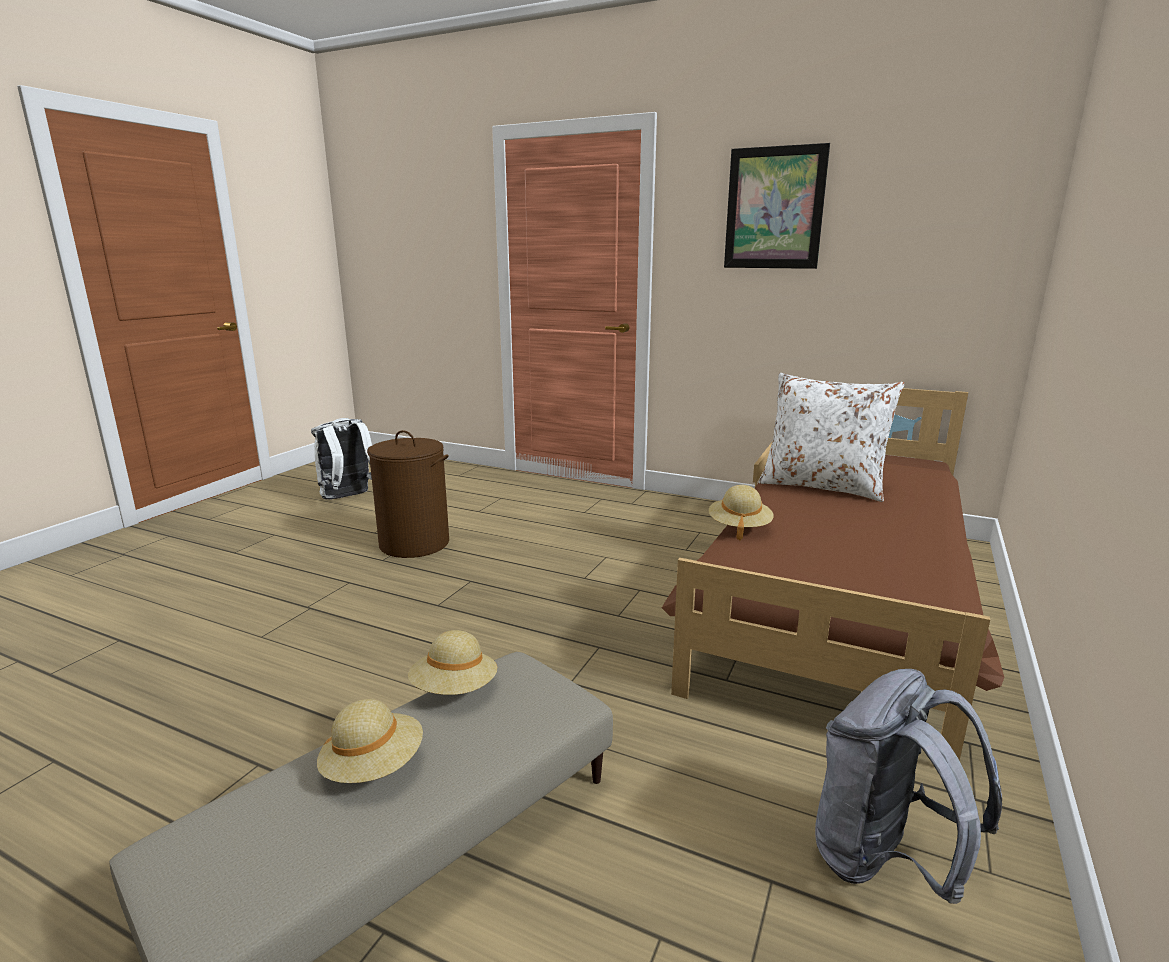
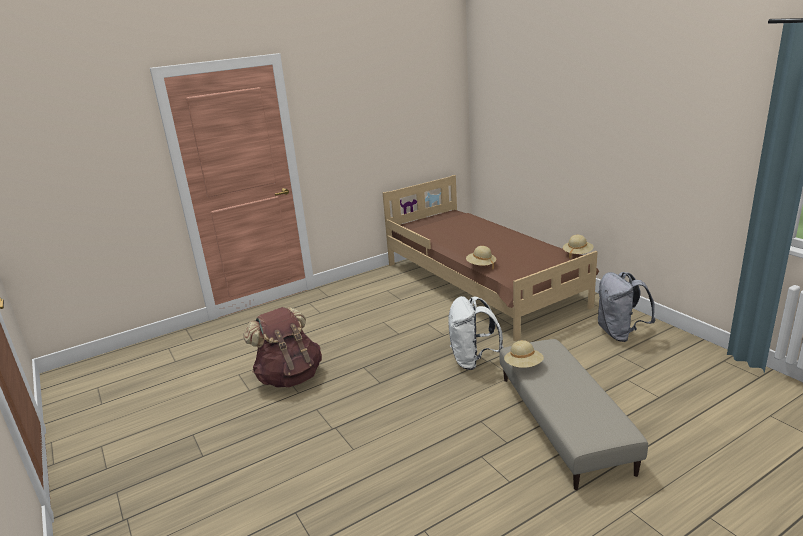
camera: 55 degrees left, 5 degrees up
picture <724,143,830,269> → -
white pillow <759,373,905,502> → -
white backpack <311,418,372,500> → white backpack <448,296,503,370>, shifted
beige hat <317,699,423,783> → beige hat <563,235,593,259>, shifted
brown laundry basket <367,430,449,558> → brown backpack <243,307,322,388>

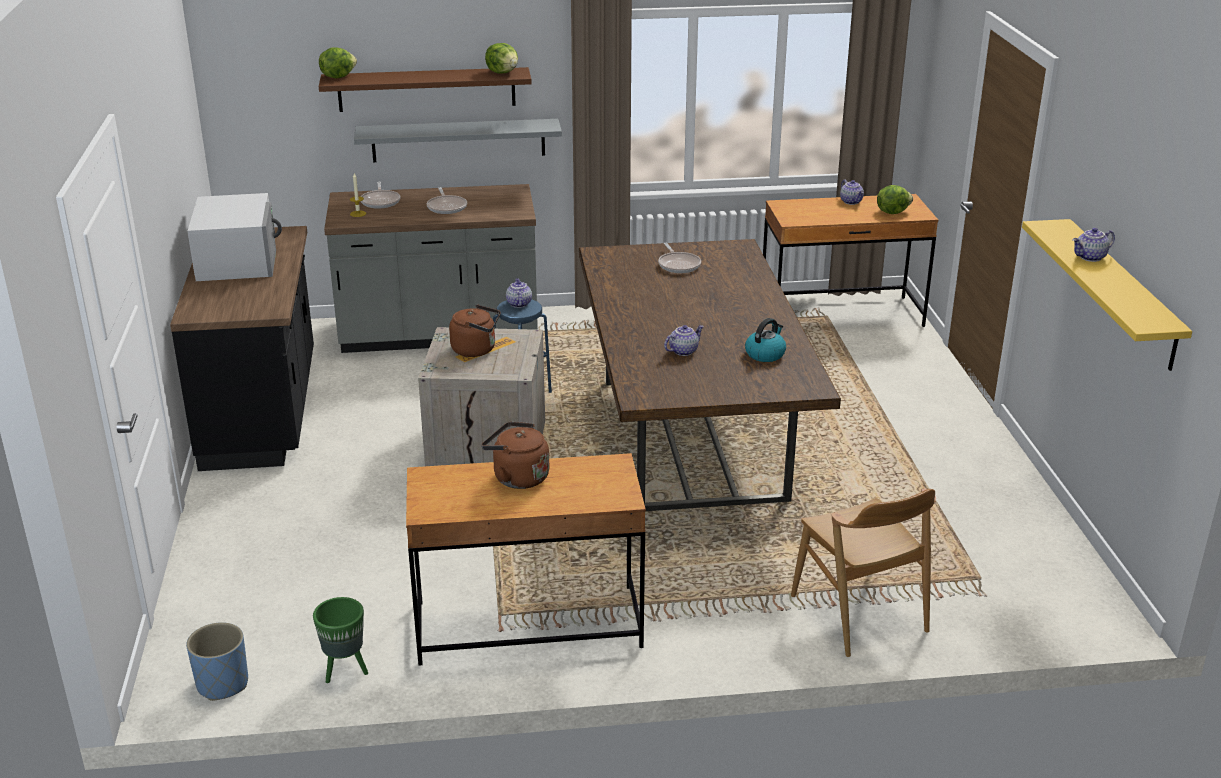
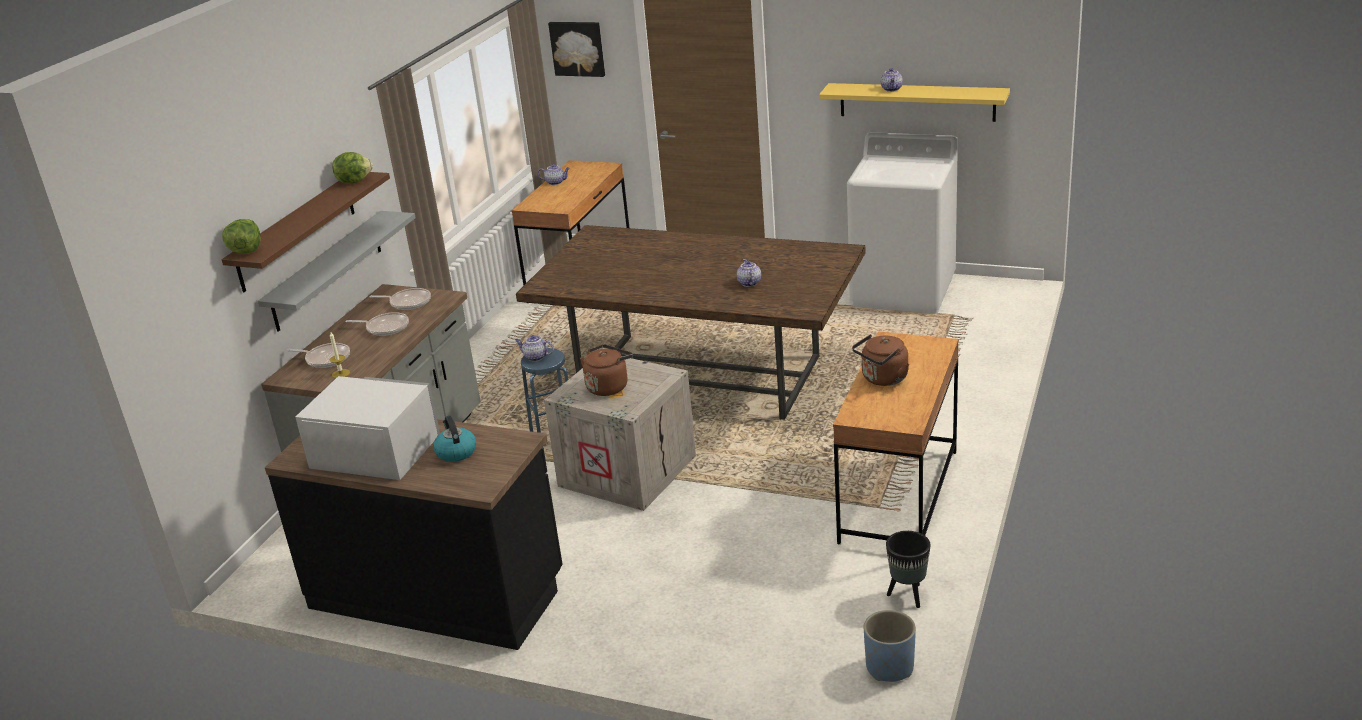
camera: 60 degrees left, 0 degrees up
brown chair <791,488,936,657> → -
lettuce <877,185,913,214> → -
- → picture <548,22,605,77>
- → white washing machine <847,132,958,314>
frying pan <658,243,701,273> → frying pan <369,288,431,310>, shifted
kettle <745,318,786,362> → kettle <433,416,476,462>, shifted
green planter <313,597,368,683> → black planter <886,531,931,608>

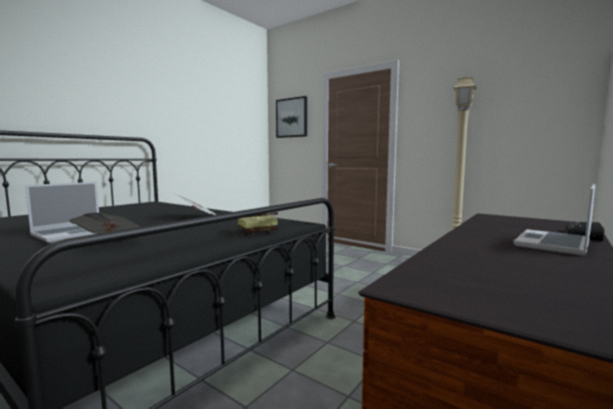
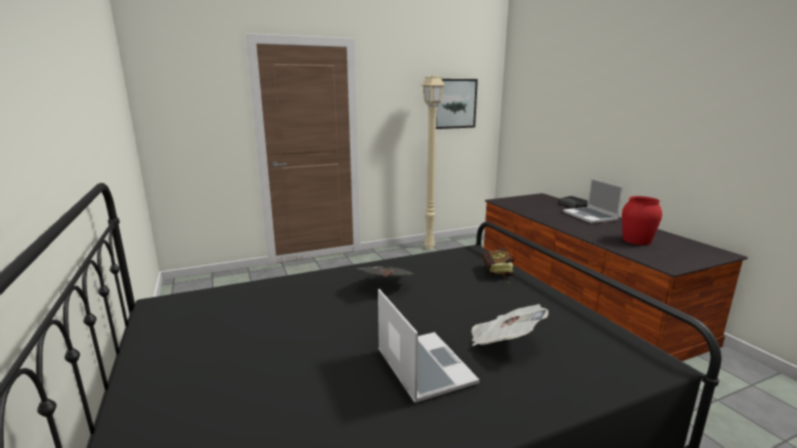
camera: 60 degrees left, 10 degrees up
- → red vase <622,196,662,245>
picture <276,96,307,138> → picture <436,79,478,129>, shifted

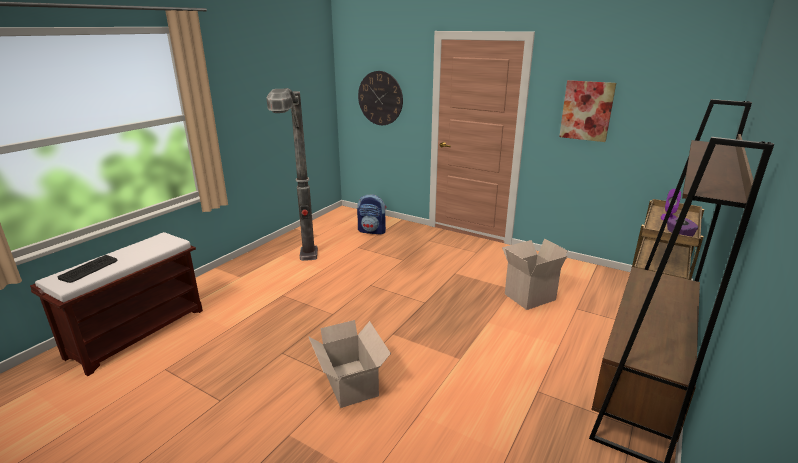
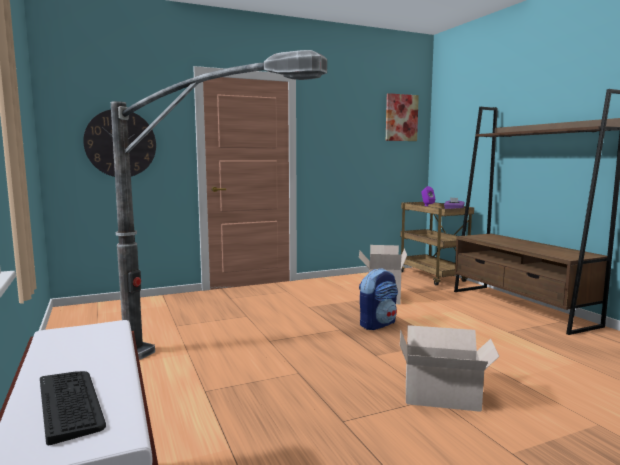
camera: 55 degrees left, 15 degrees down
backpack <357,194,386,235> → backpack <359,268,398,330>, shifted
picture <559,80,616,142> → picture <386,93,419,141>, shifted

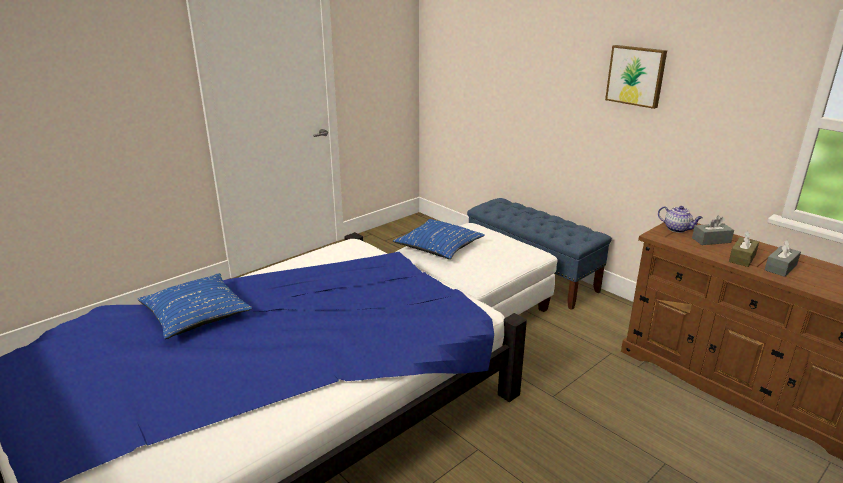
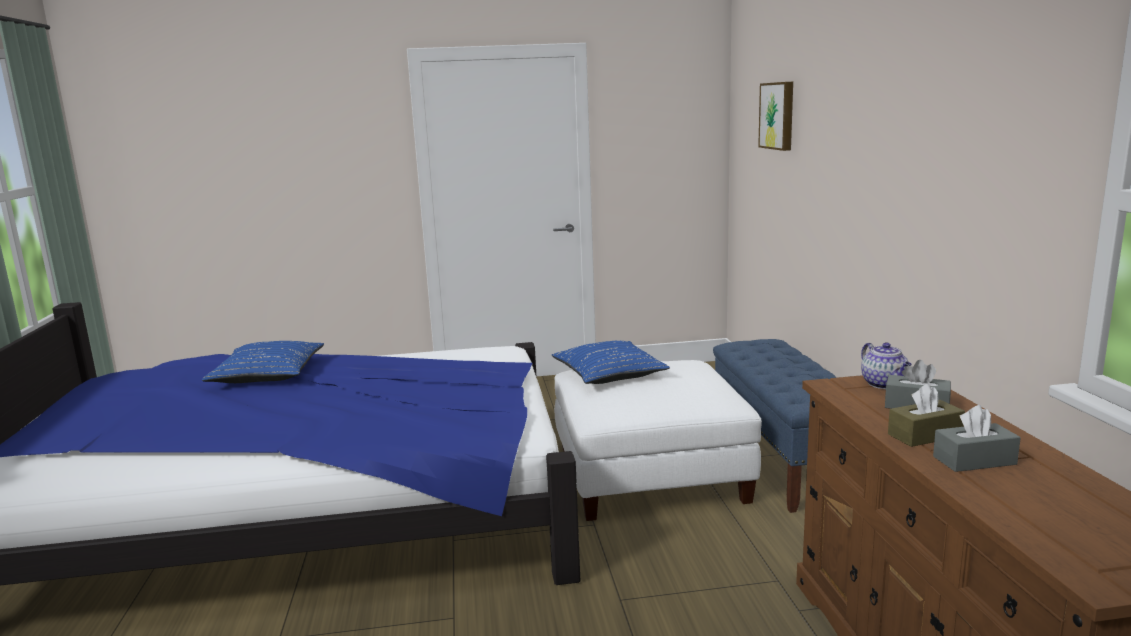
camera: 35 degrees right, 10 degrees down
picture <605,45,667,109> → picture <758,82,793,151>, shifted

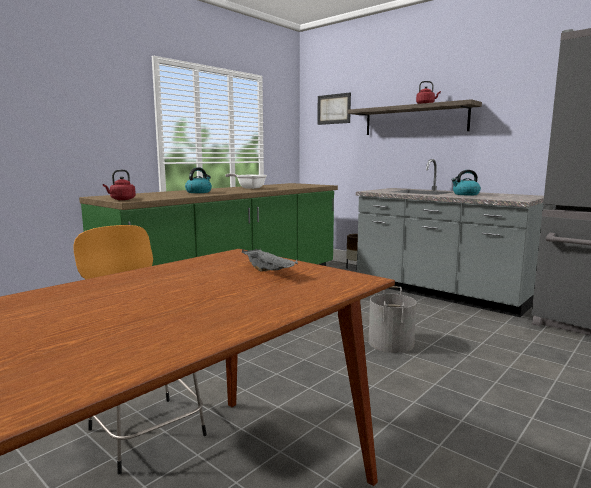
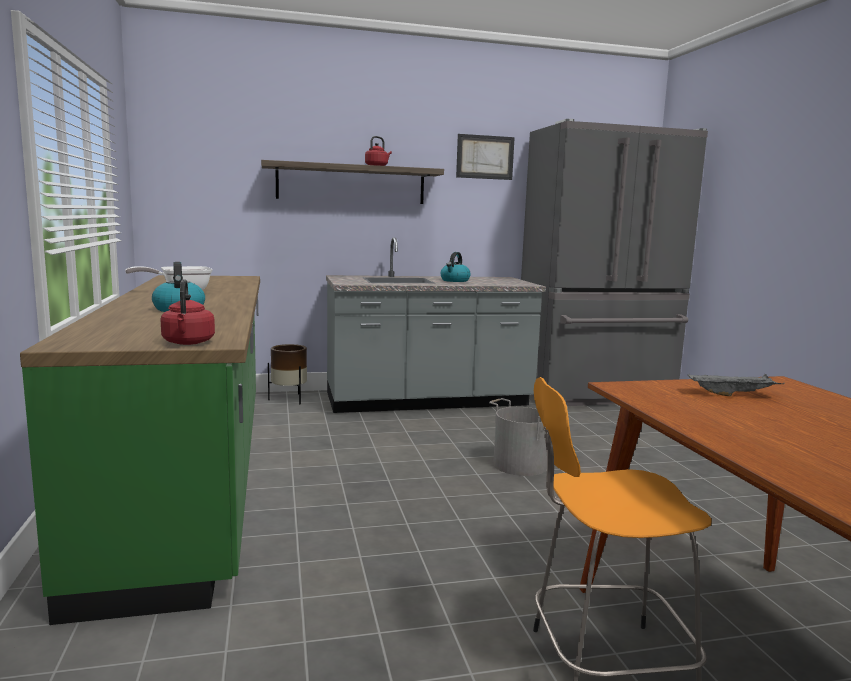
camera: 55 degrees left, 0 degrees up
picture <317,92,351,125> → picture <456,134,515,180>, shifted

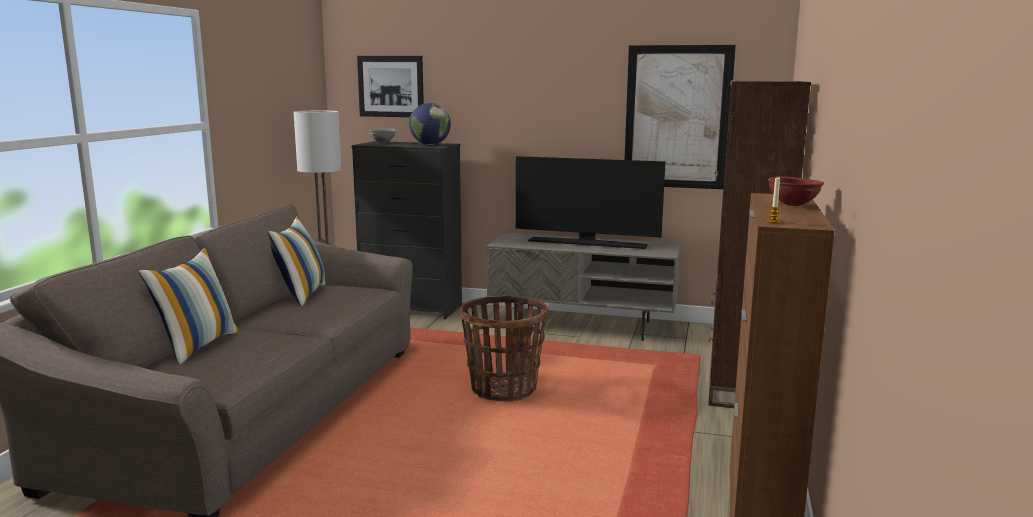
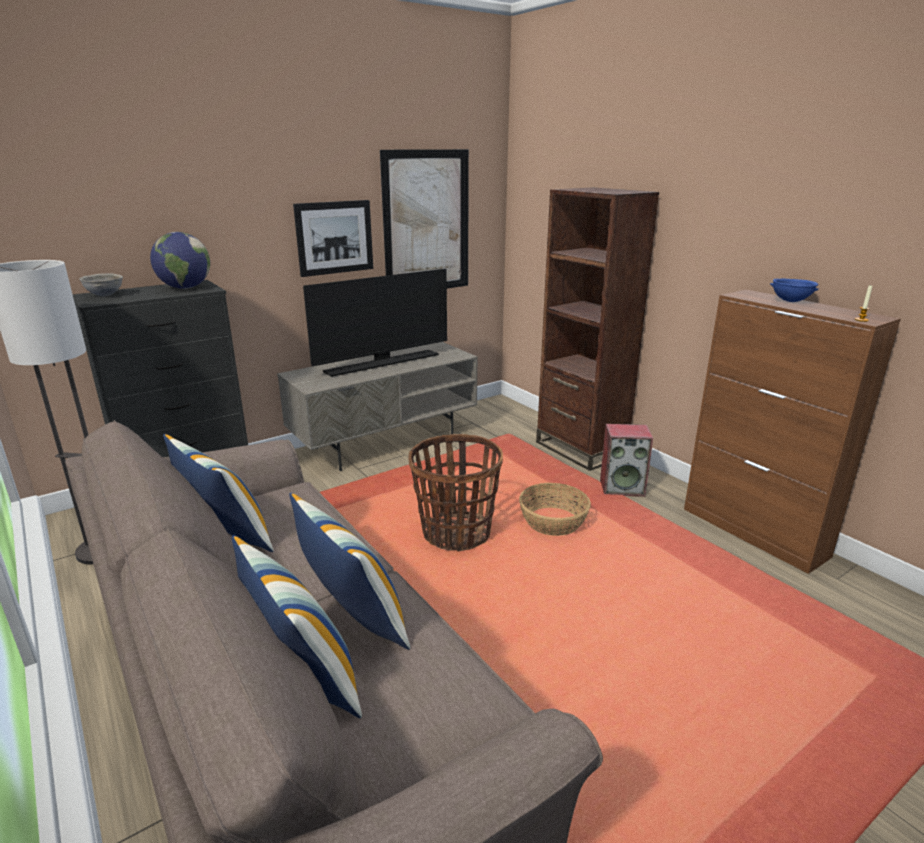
camera: 50 degrees left, 10 degrees up
- → pillow <289,493,410,650>
- → basket <519,483,591,536>
- → speaker <600,424,653,497>
picture <357,56,424,117> → picture <293,200,373,277>, shifted
red bowl <768,177,824,206> → blue bowl <770,278,819,302>

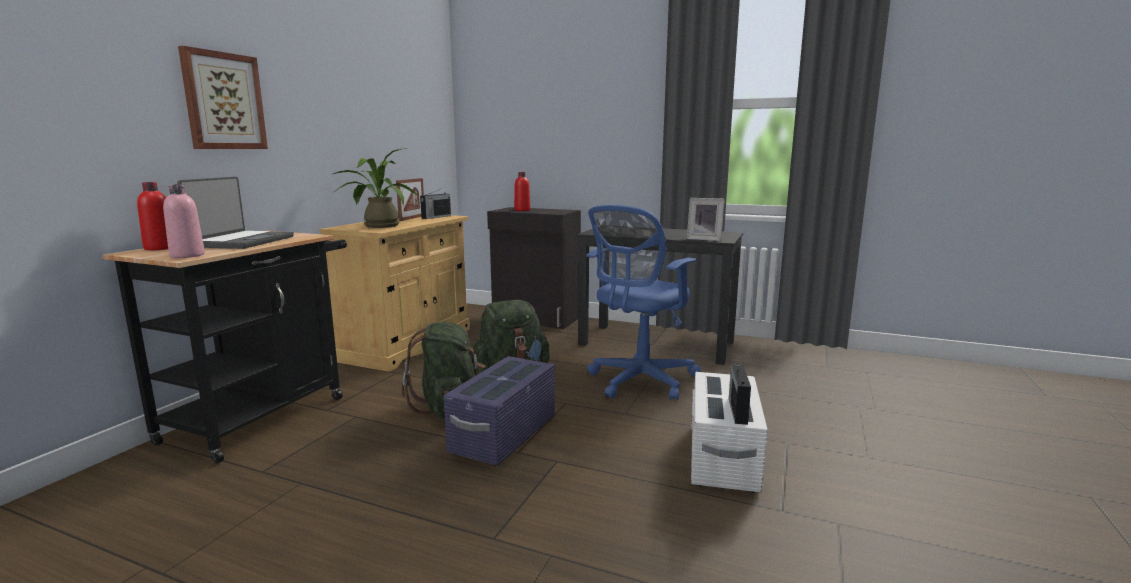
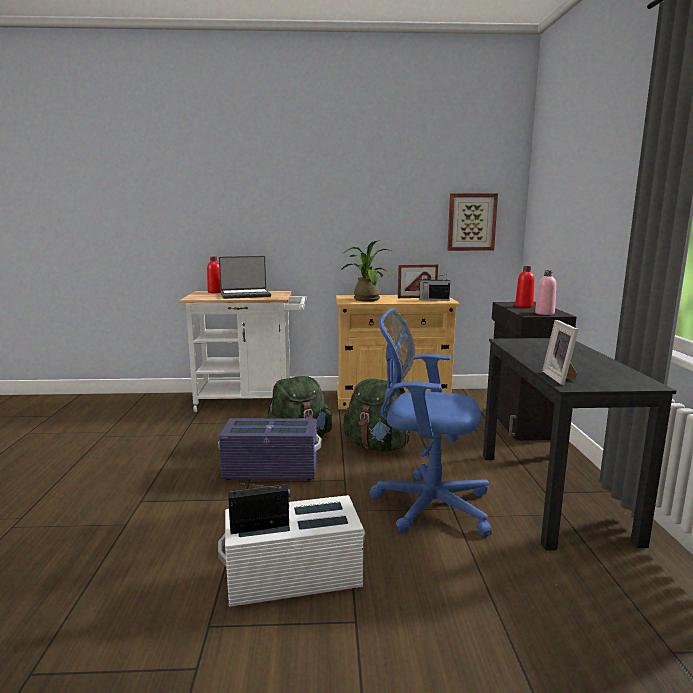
camera: 65 degrees right, 0 degrees up
pink bottle <163,184,205,258> → pink bottle <535,270,556,315>, shifted
picture <178,46,268,149> → picture <447,193,498,251>, shifted
black cart <102,230,347,463> → white cart <179,291,307,412>

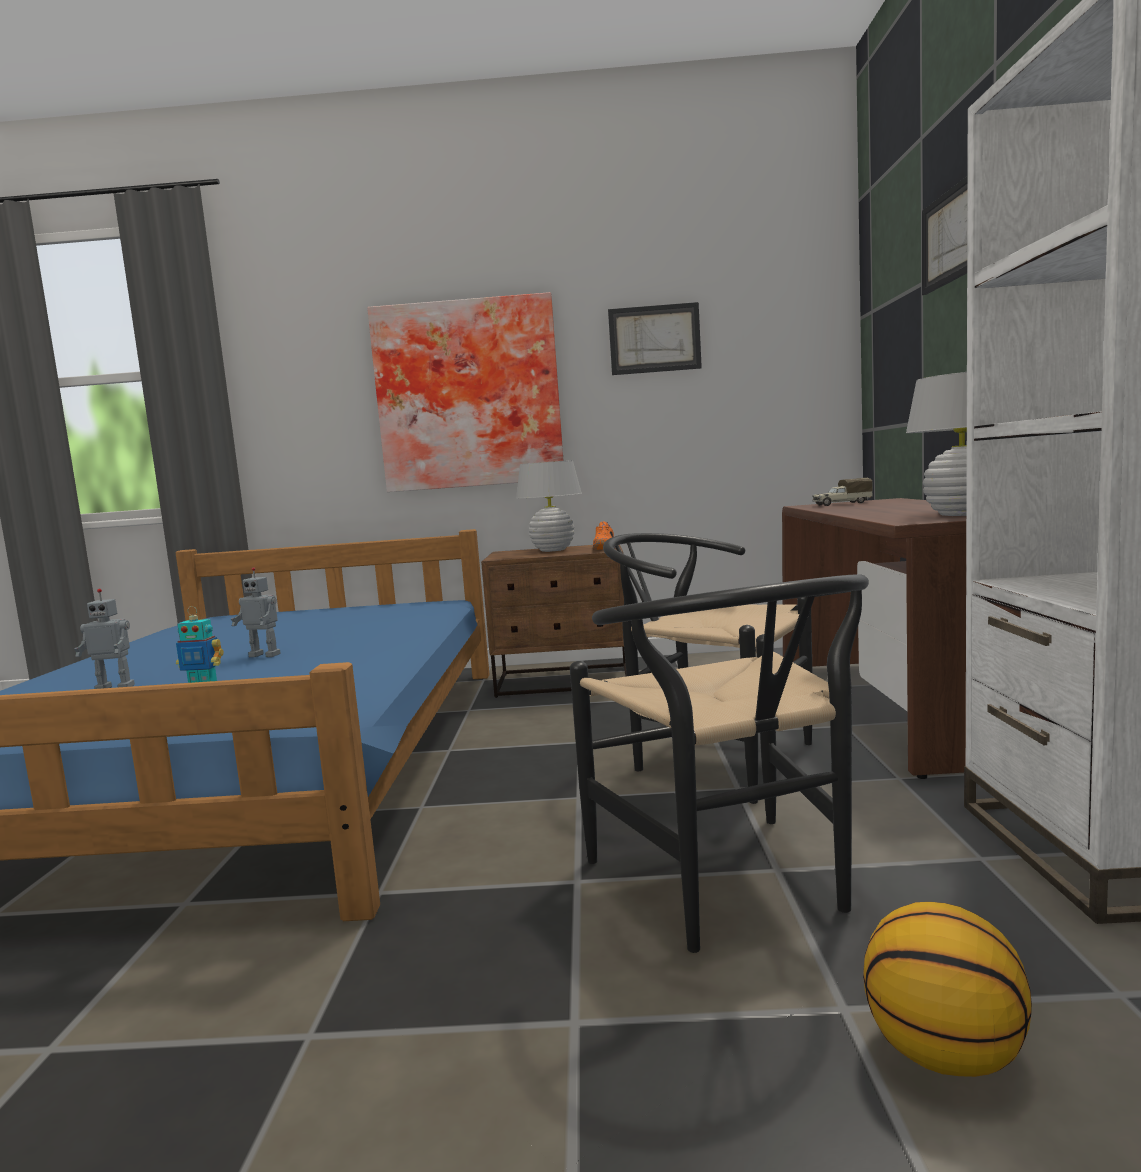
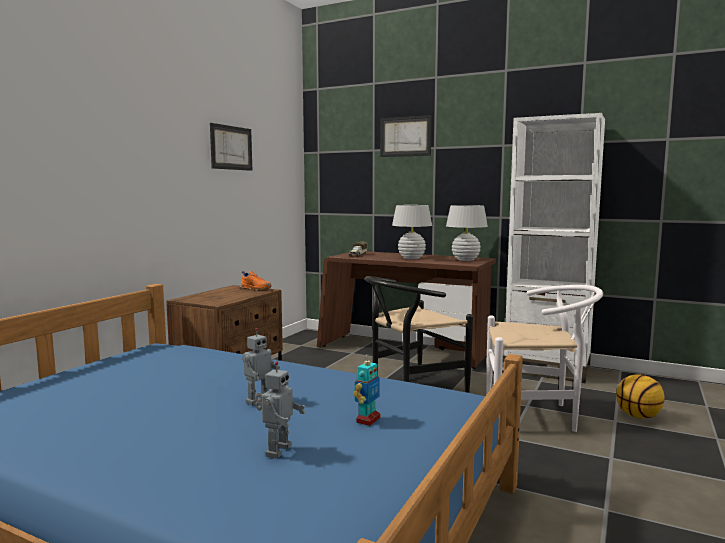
camera: 65 degrees left, 0 degrees up
picture <367,292,563,492> → -
white table lamp <516,460,582,552> → white table lamp <392,205,432,259>, shifted
black chair <570,574,869,953> → white chair <486,285,603,432>

